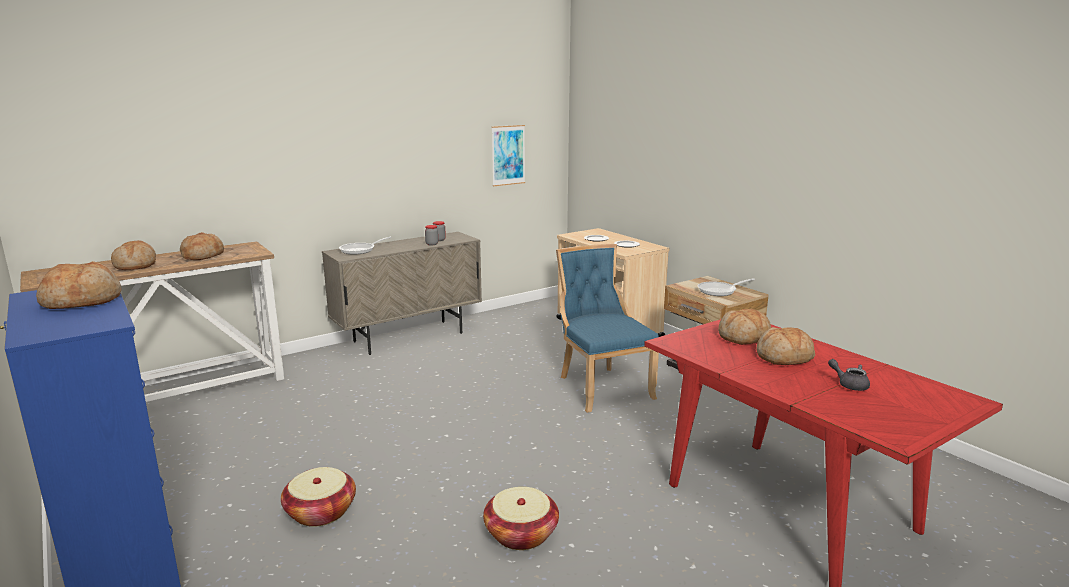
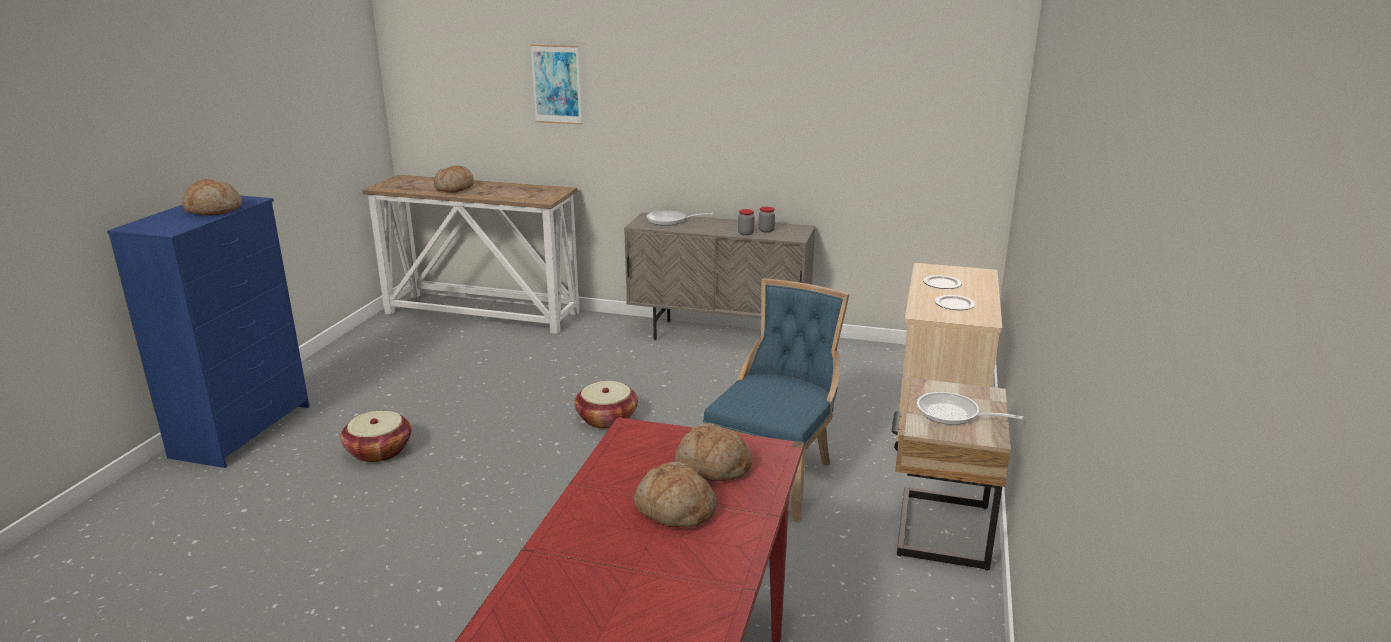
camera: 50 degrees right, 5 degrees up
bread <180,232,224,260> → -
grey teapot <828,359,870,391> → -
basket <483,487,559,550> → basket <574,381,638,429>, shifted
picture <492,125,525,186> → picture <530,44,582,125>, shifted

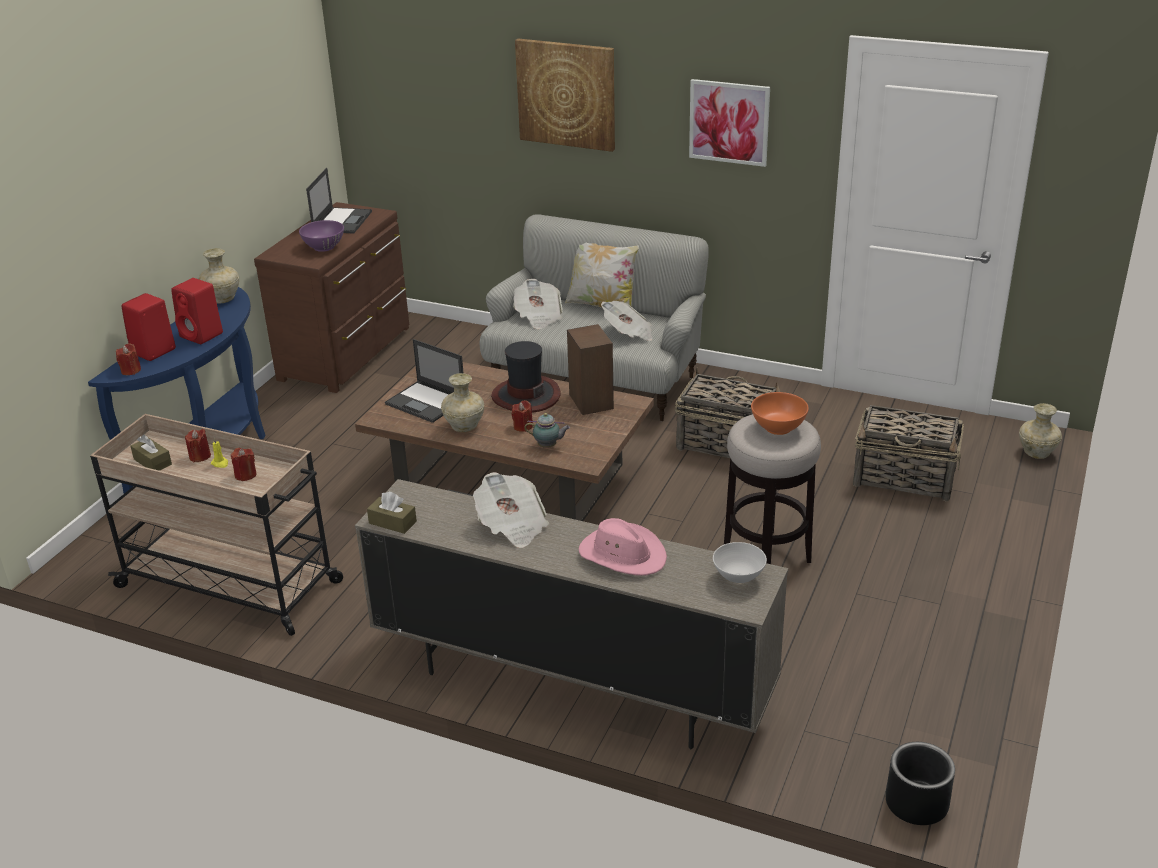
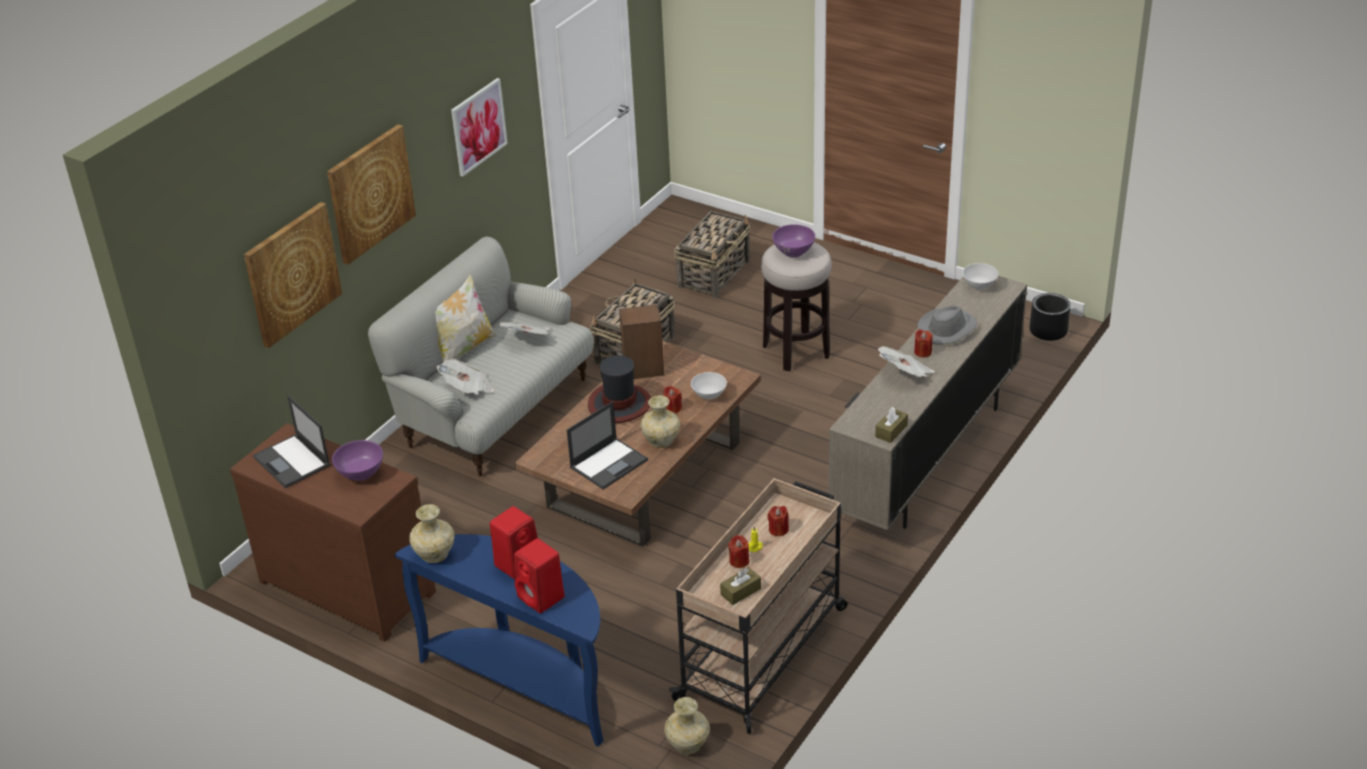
camera: 80 degrees left, 5 degrees up
- → picture <244,202,342,348>
red candle <116,343,141,375> → red candle <914,329,933,357>, shifted
beige vase <1019,403,1062,459> → beige vase <664,697,710,755>, shifted
teapot <524,413,570,448> → white bowl <691,372,727,400>
pink hat <579,518,667,576> → grey hat <917,306,977,345>
orange bowl <751,392,809,435> → purple bowl <772,224,815,257>
laptop <306,168,372,234> → laptop <253,395,331,488>, 150 degrees counterclockwise

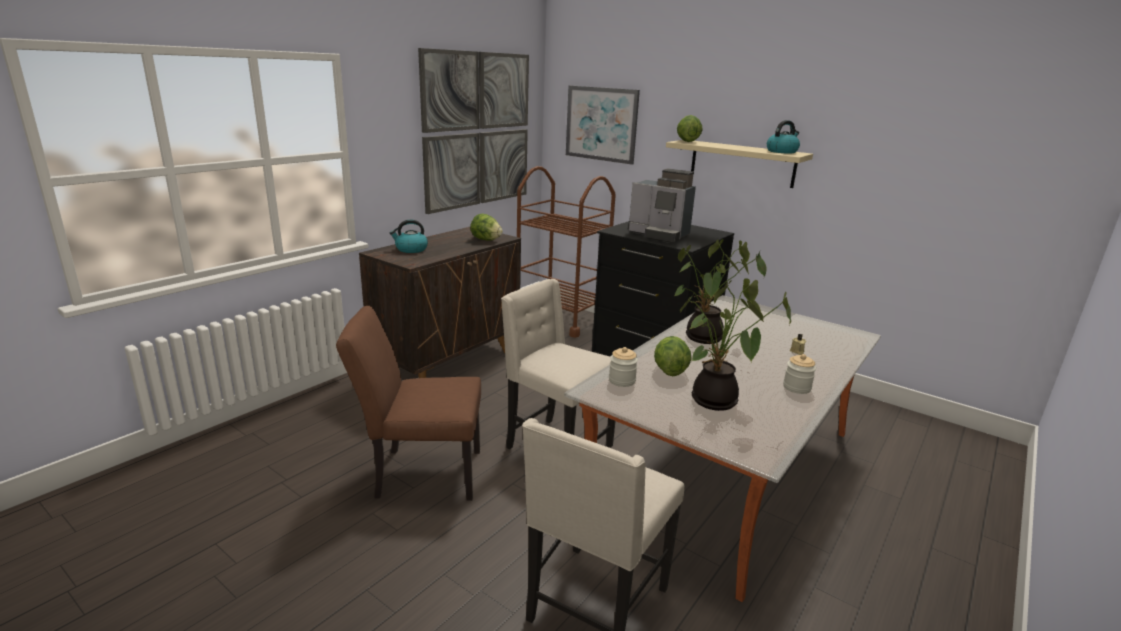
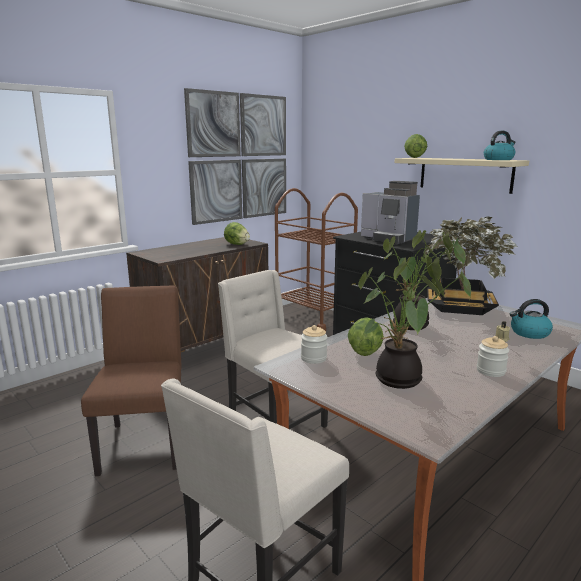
camera: 10 degrees right, 5 degrees down
picture <566,86,640,165> → -
- → potted plant <423,216,517,315>
kettle <390,220,428,253> → kettle <510,299,553,339>, shifted
brown chair <336,306,481,501> → brown chair <81,286,181,476>, 75 degrees clockwise

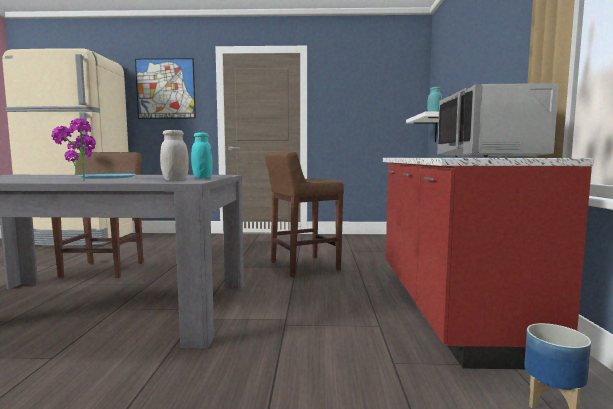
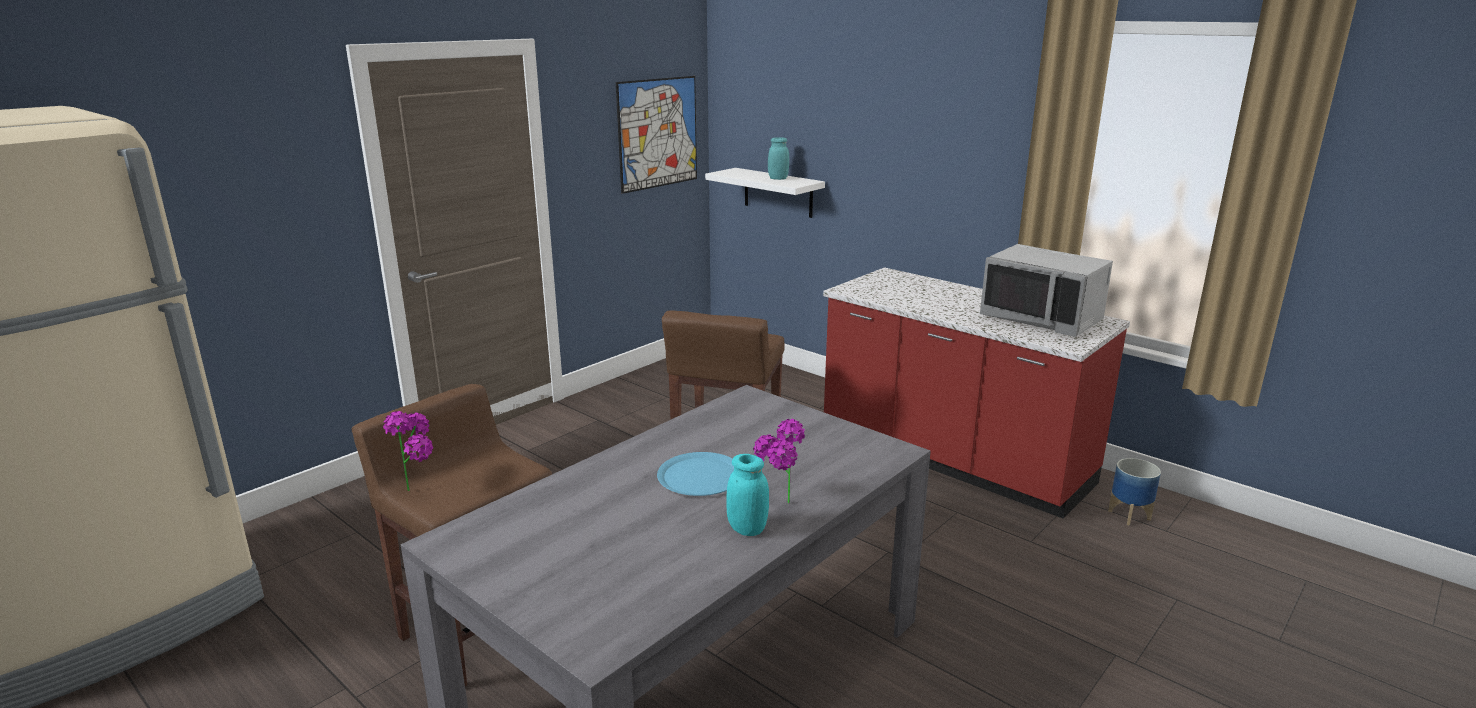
camera: 50 degrees left, 15 degrees up
white jar <160,130,188,181> → -
picture <135,58,196,119> → picture <616,76,697,194>, shifted
turquoise jar <191,132,213,178> → turquoise jar <726,454,769,536>, shifted

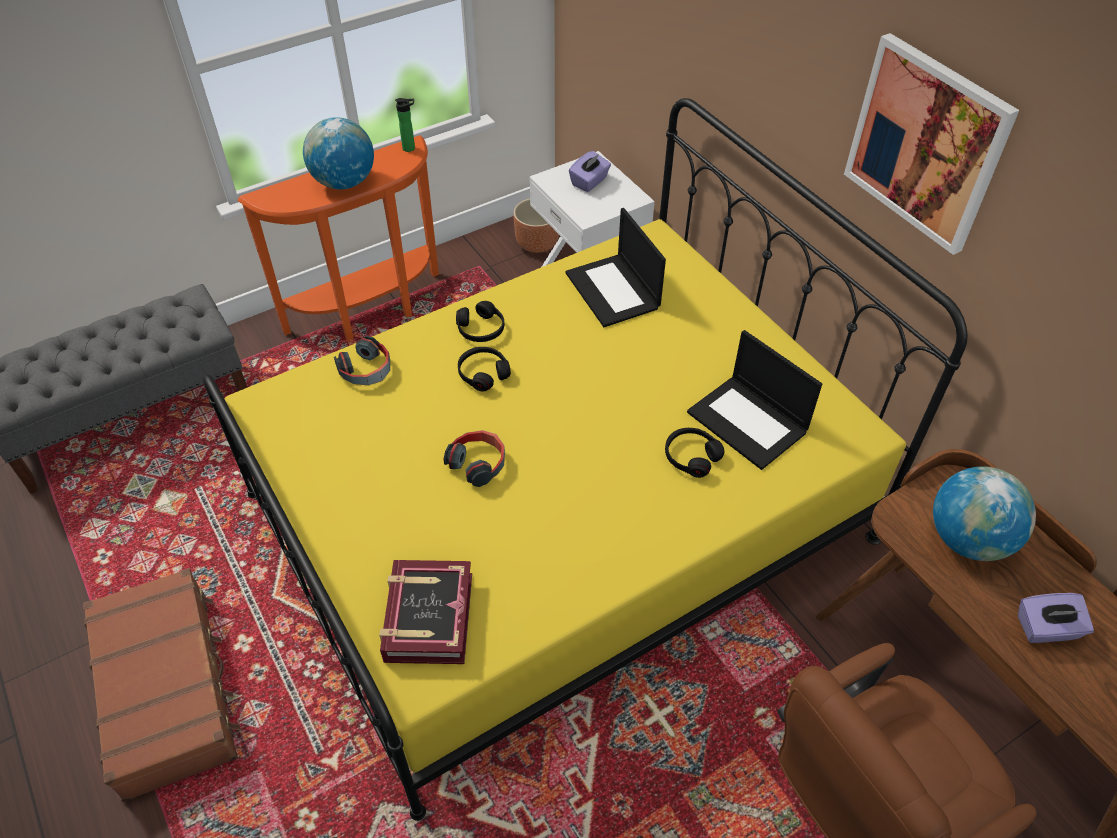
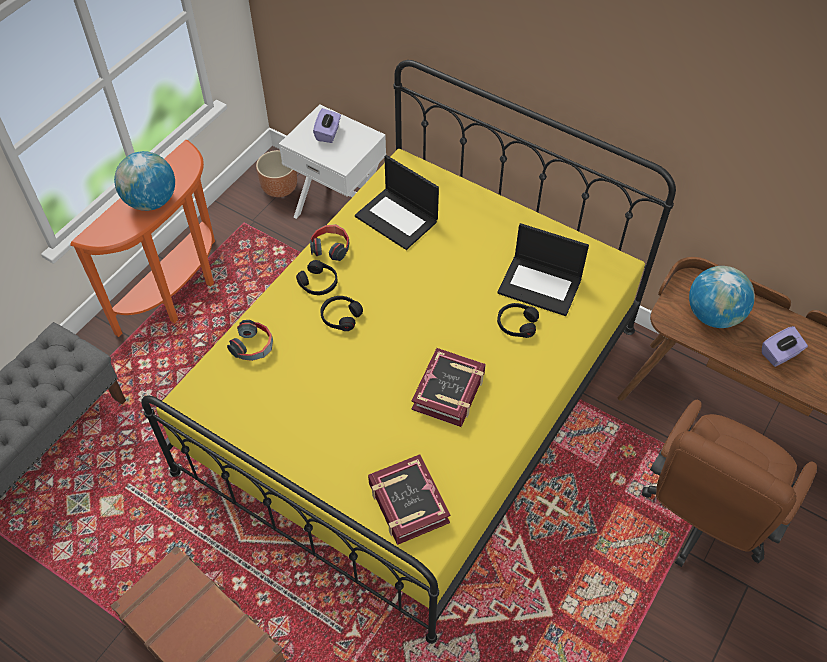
camera: 25 degrees left, 5 degrees up
bottle <395,98,415,152> → -
picture <844,33,1019,255> → -
- → book <412,348,486,427>
headphones <443,430,505,487> → headphones <310,224,349,261>, shifted

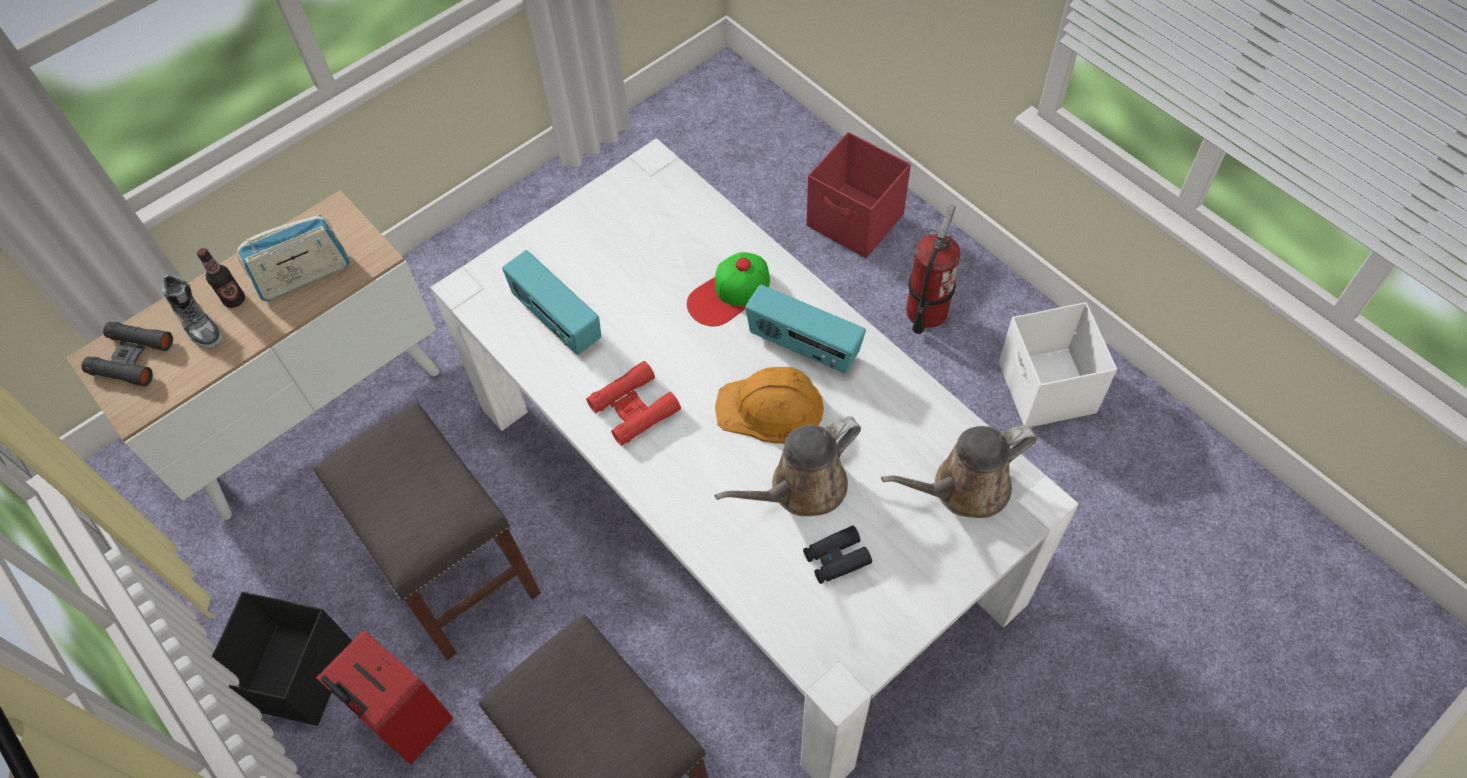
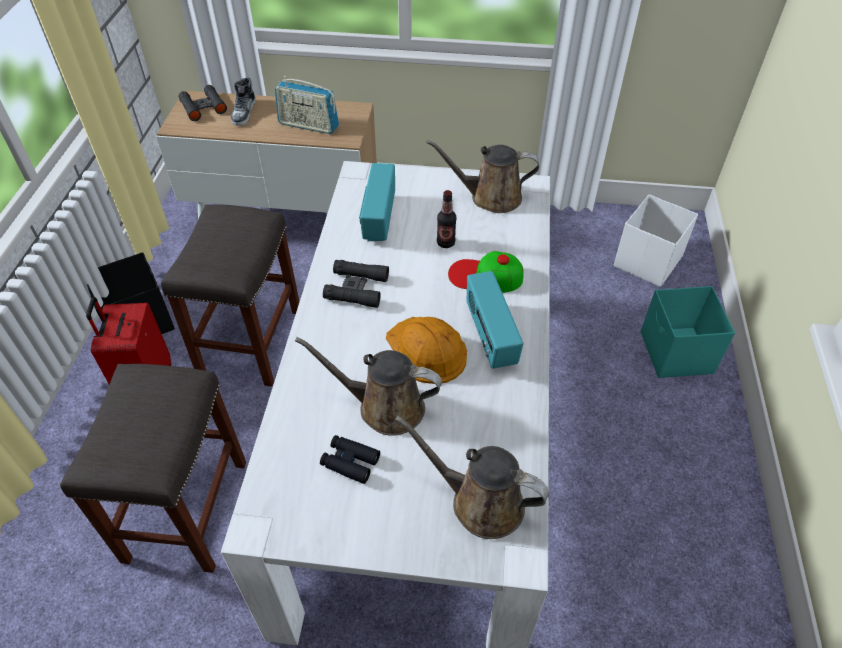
camera: 45 degrees right, 10 degrees down
fire extinguisher <906,204,961,334> → -
- → brown watering can <426,140,539,213>
bottle <197,248,245,308> → bottle <437,190,457,248>, shifted
white storage box <999,302,1117,427> → white storage box <614,194,698,287>, shifted
red binoculars <586,361,681,446> → black binoculars <323,260,389,308>
red storage box <807,132,911,258> → turquoise storage box <641,286,735,378>

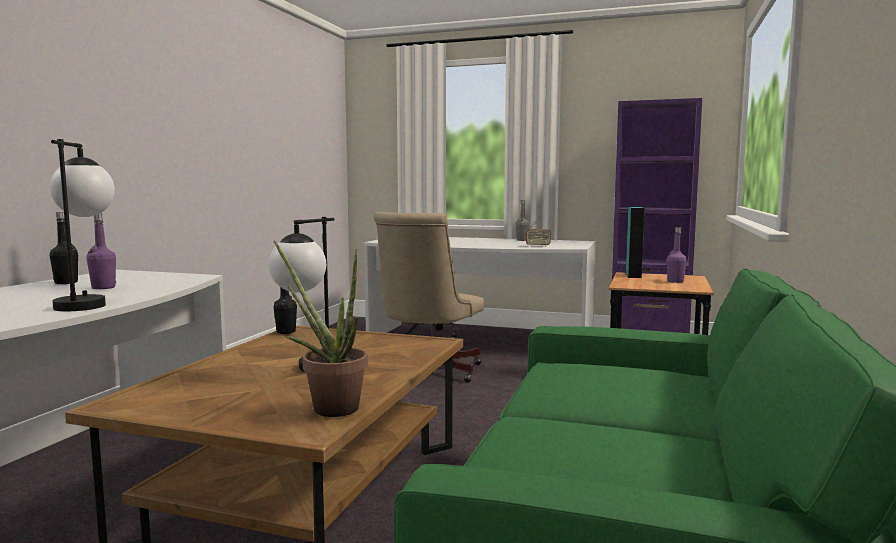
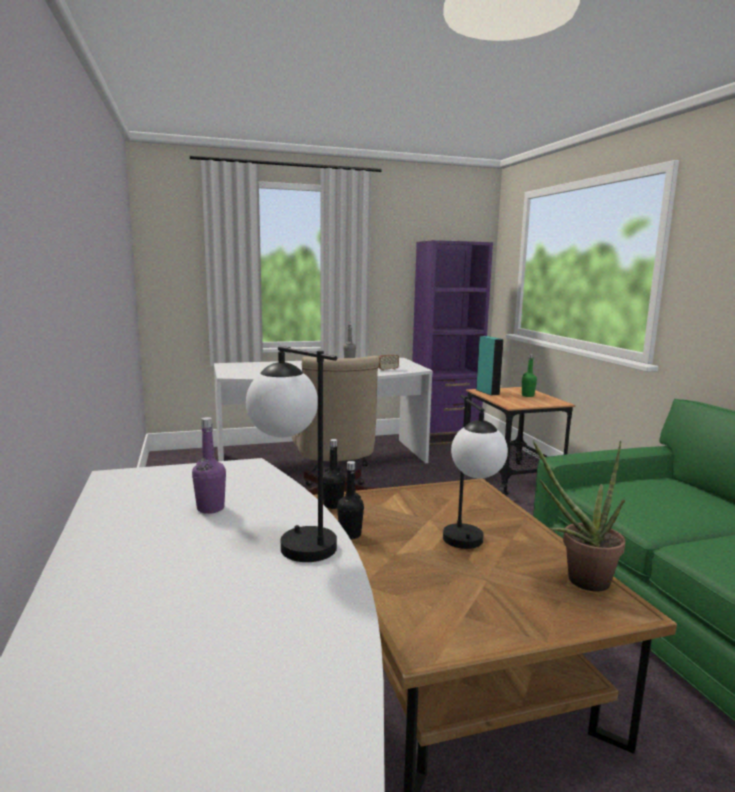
camera: 35 degrees left, 5 degrees up
black bottle <49,212,78,284> → black bottle <337,461,364,540>, shifted
purple bottle <667,227,687,283> → green bottle <522,354,537,397>

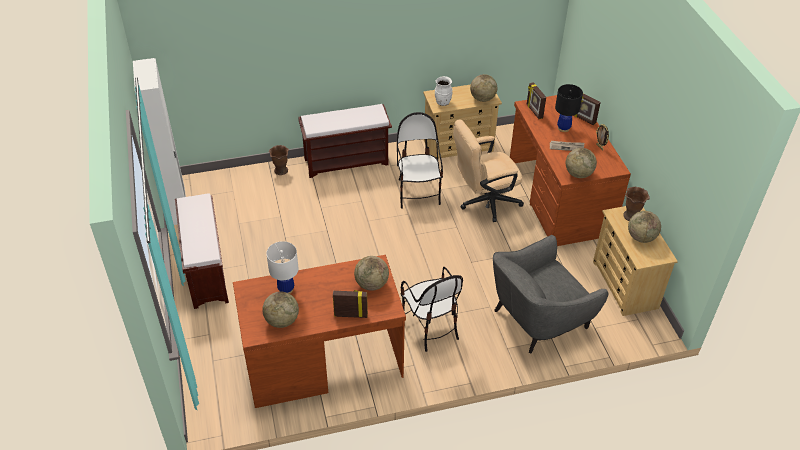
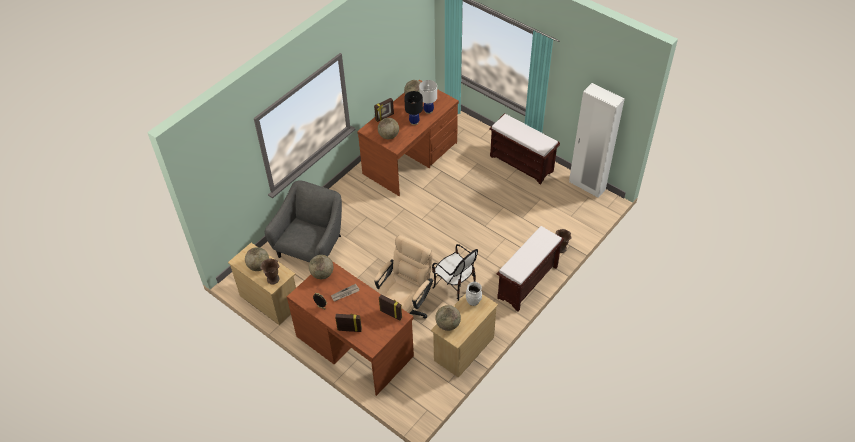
camera: 145 degrees right, 5 degrees up
chair <400,267,463,352> → -
black table lamp <555,84,583,132> → black table lamp <404,91,423,125>, shifted

